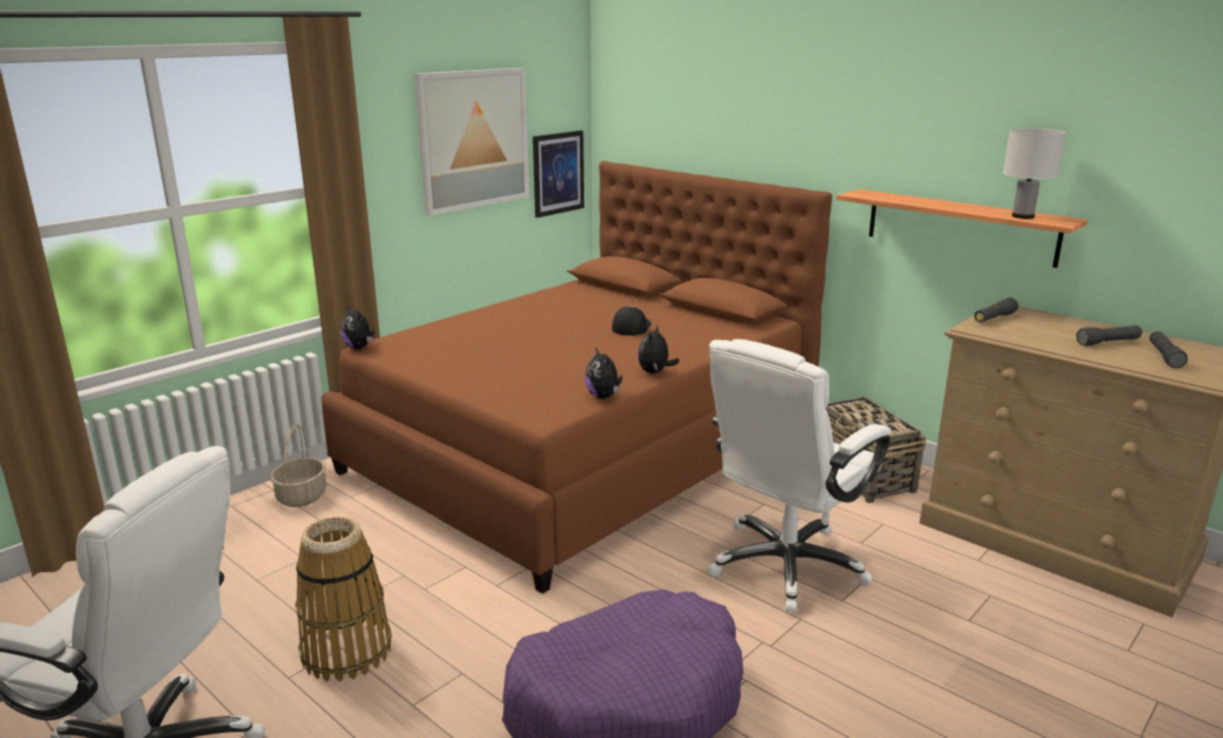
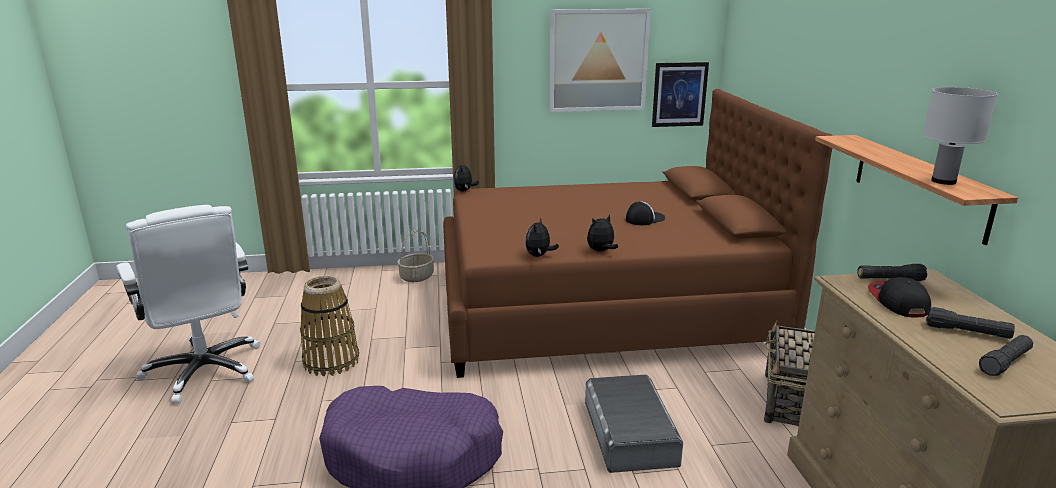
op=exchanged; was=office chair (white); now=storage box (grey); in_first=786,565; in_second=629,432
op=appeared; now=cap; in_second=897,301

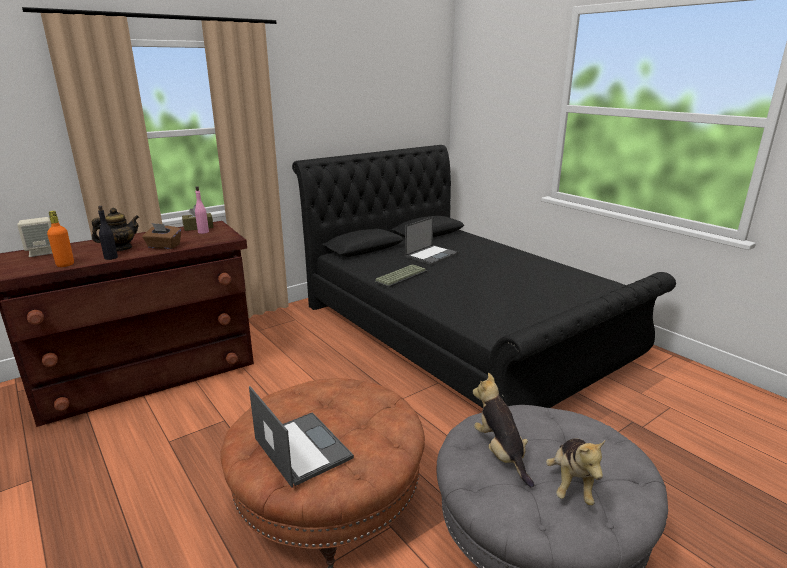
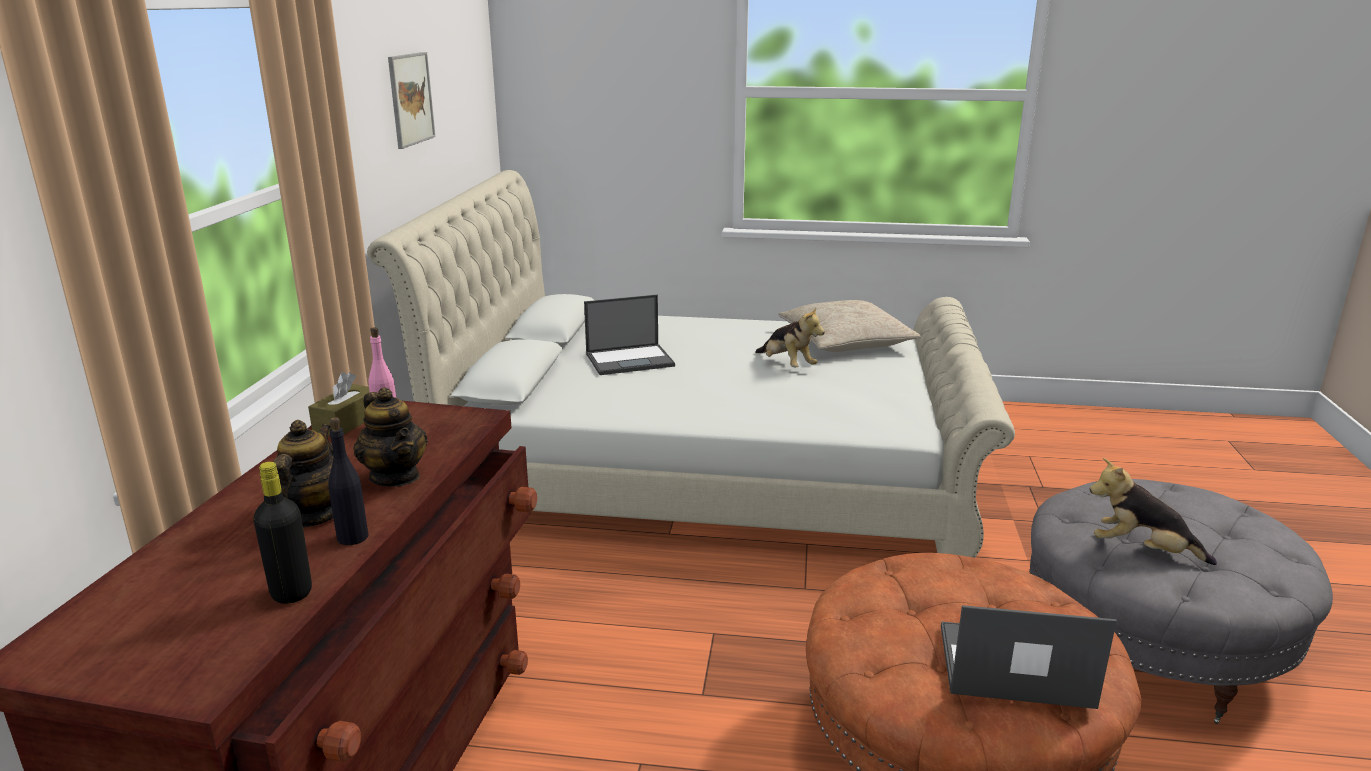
op=colour; was=bed (black); now=bed (beige); in_first=461,327; in_second=709,462
op=colour; was=bottle (orange); now=bottle (black); in_first=65,264; in_second=291,593
op=missing; was=speaker (beige); in_first=42,252
op=spun; was=laptop; in_first=432,255; in_second=630,360; clockwise=75
op=exchanged; was=tissue box (brown); now=teapot; in_first=164,246; in_second=395,476
op=missing; was=keyboard; in_first=401,276
op=relocated; was=plush toy; in_first=571,484; in_second=787,365
op=appeared; now=picture; in_second=411,99
op=appeared; now=pillow (beige); in_second=846,341

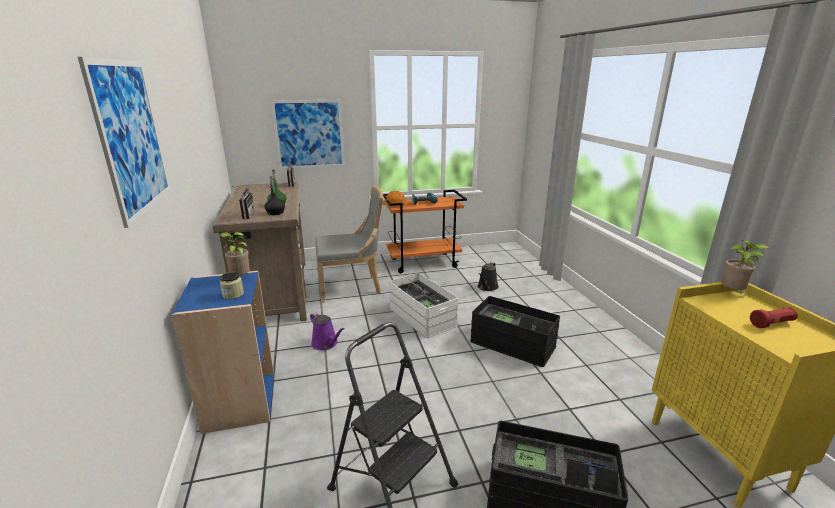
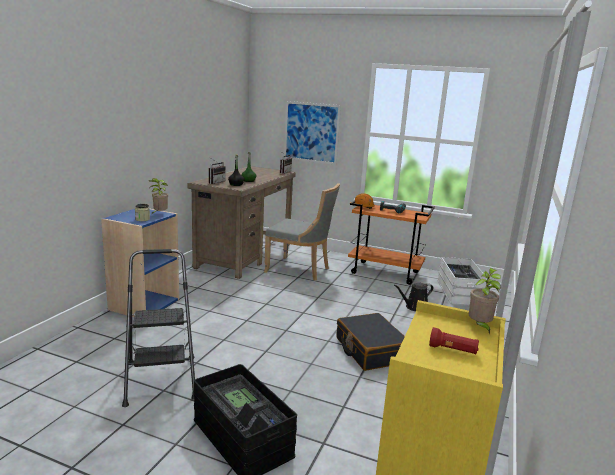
op=missing; was=picture; in_first=131,137
op=relocated; was=storage box (white); in_first=421,316; in_second=458,292
op=exchanged; was=storage box (black); now=suitcase (black); in_first=513,343; in_second=370,350
op=missing; was=watering can (purple); in_first=326,344

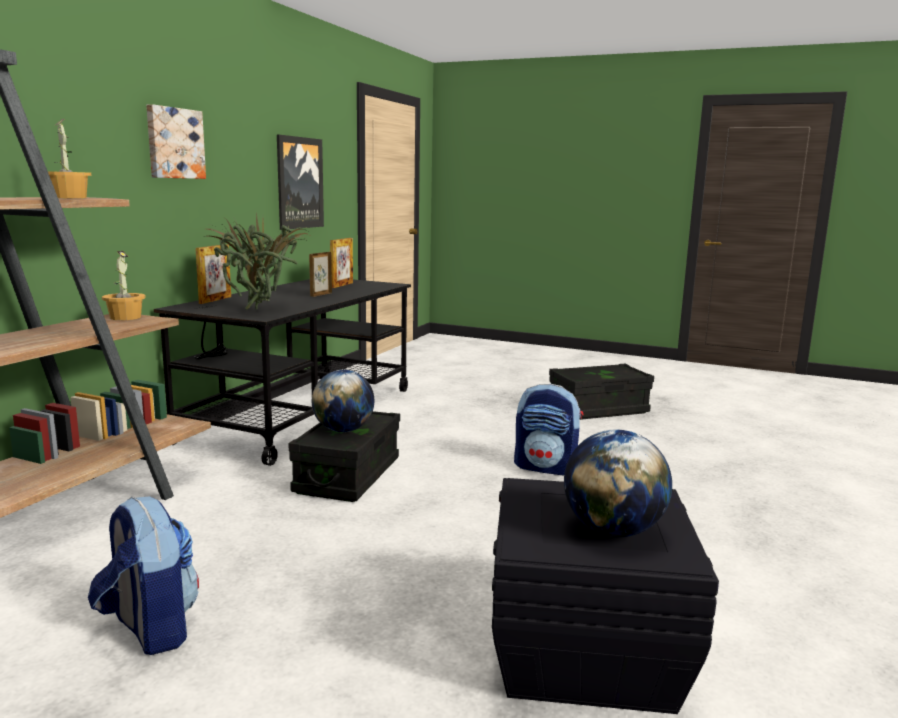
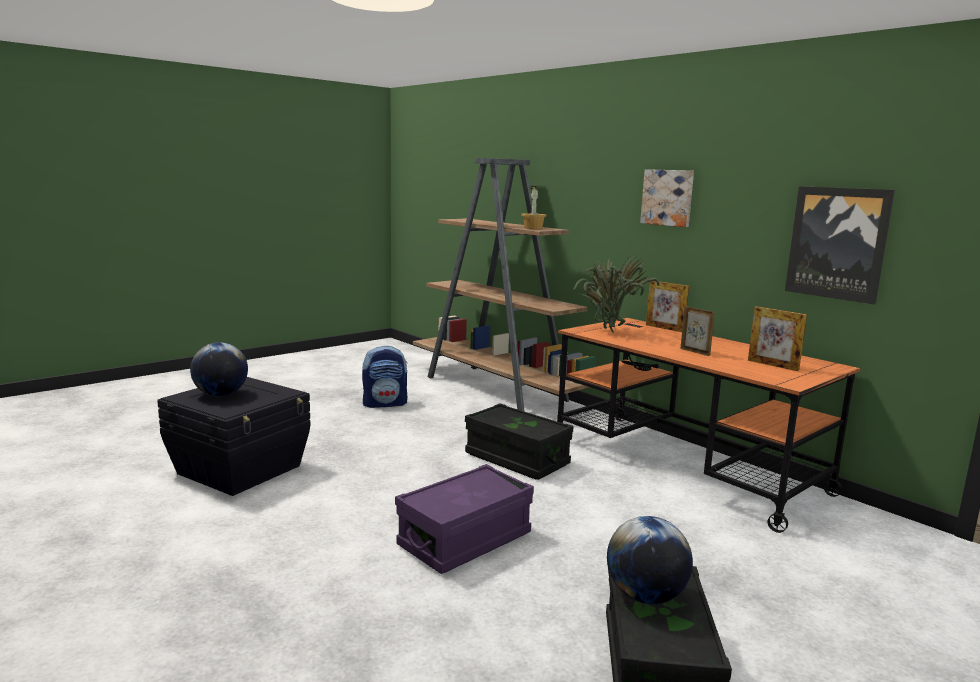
op=missing; was=potted plant; in_first=125,317
op=colour; was=desk (black); now=desk (orange); in_first=301,414; in_second=684,465
op=relocated; was=globe; in_first=343,430; in_second=645,596
op=exchanged; was=backpack; now=storage box (purple); in_first=547,468; in_second=464,540

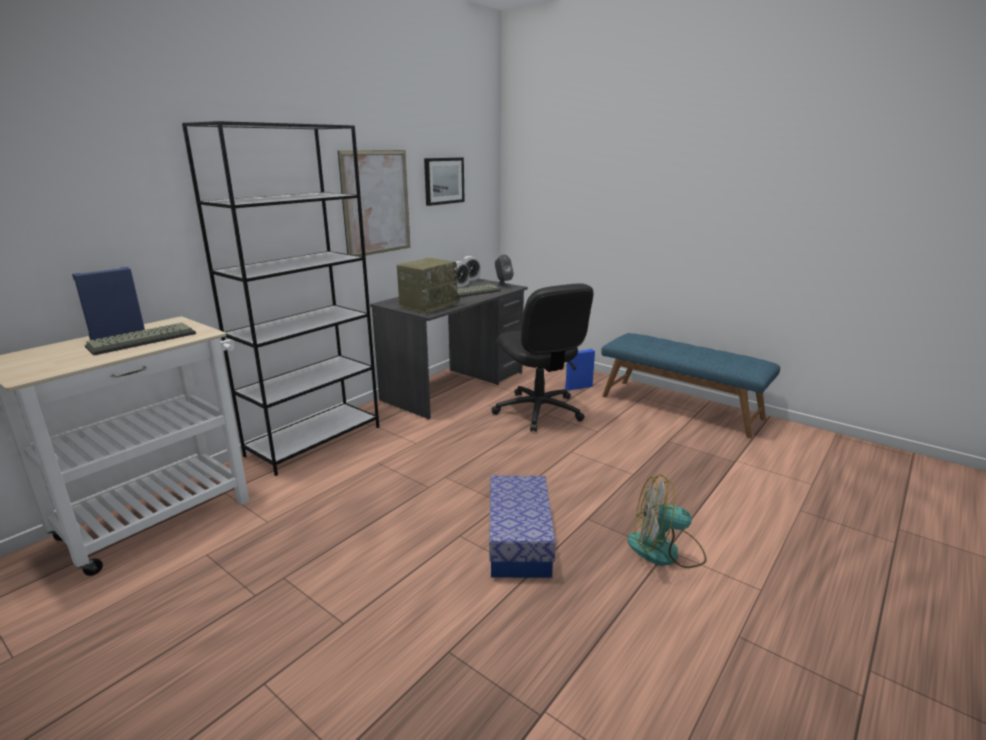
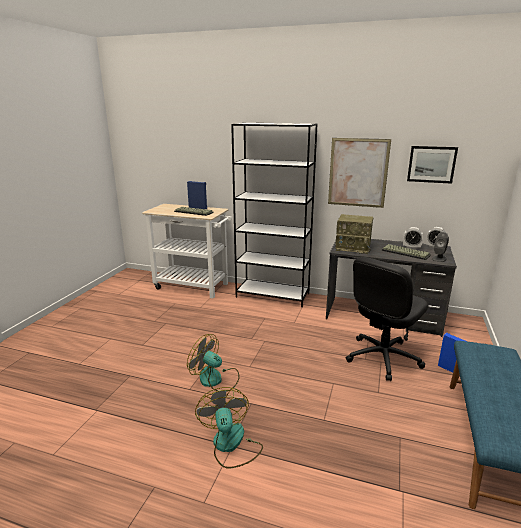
op=exchanged; was=storage box; now=fan; in_first=519,541; in_second=216,380

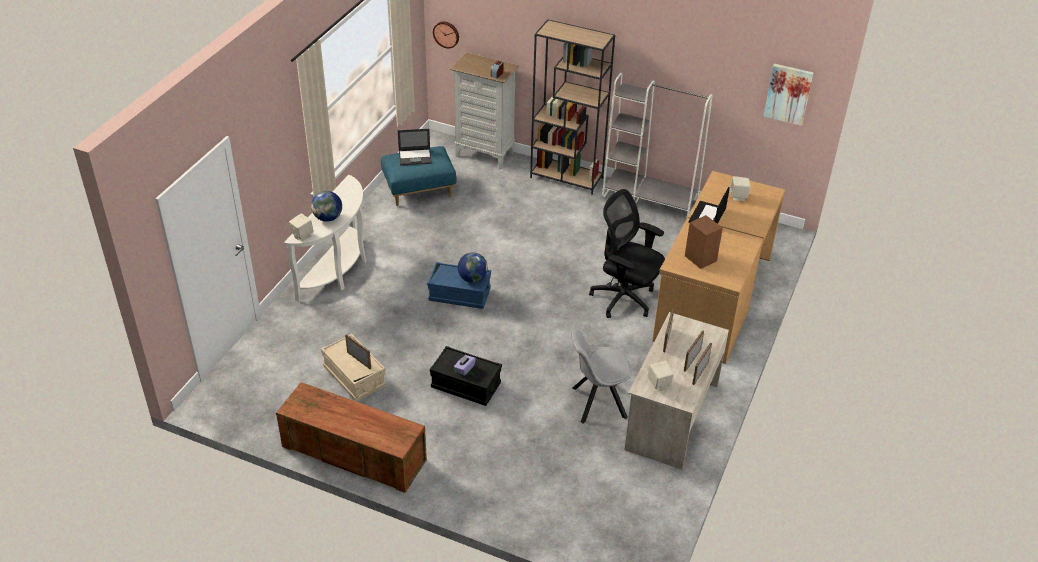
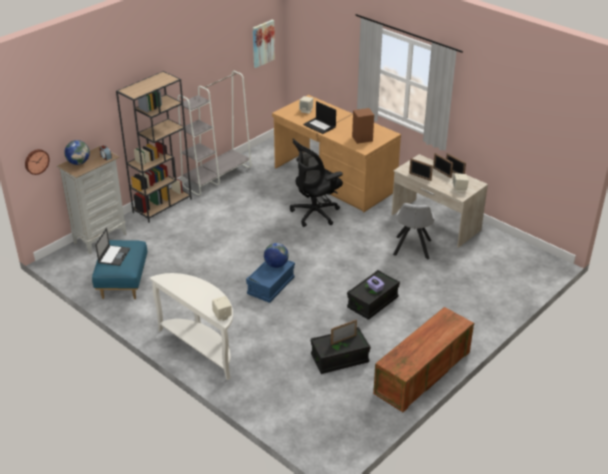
op=relocated; was=globe; in_first=328,218; in_second=79,162
op=colour; was=storage box (beige); now=storage box (black); in_first=354,377; in_second=339,359

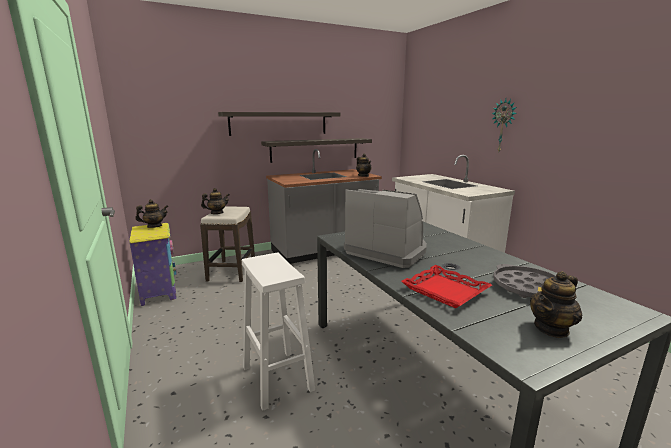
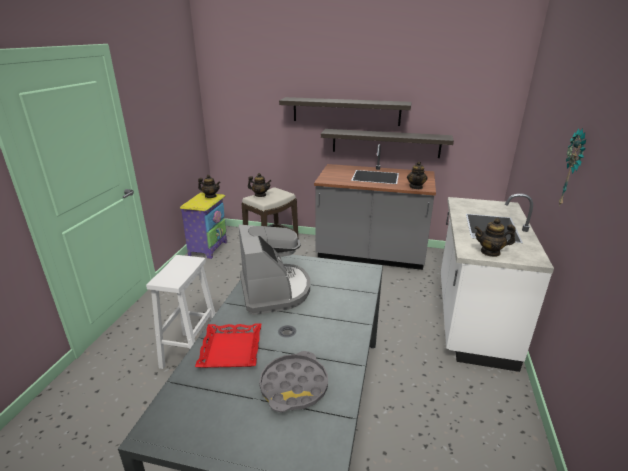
op=relocated; was=teapot; in_first=551,328; in_second=490,252

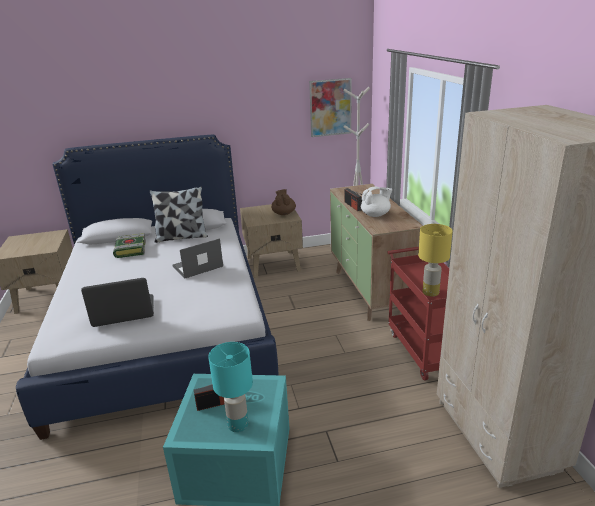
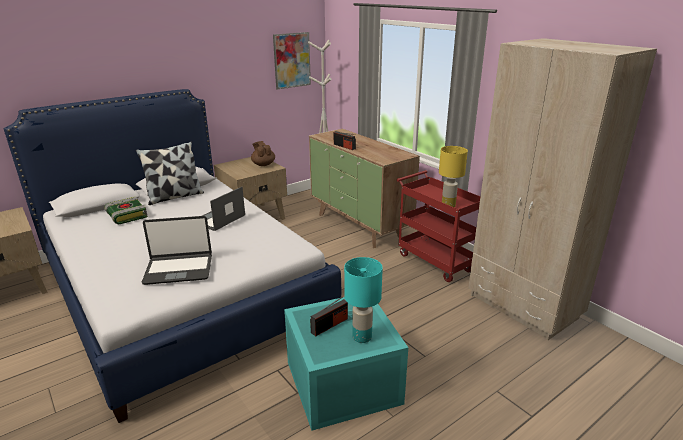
op=missing; was=teapot (white); in_first=375,215
op=spun; was=laptop; in_first=124,312; in_second=179,269; clockwise=-150

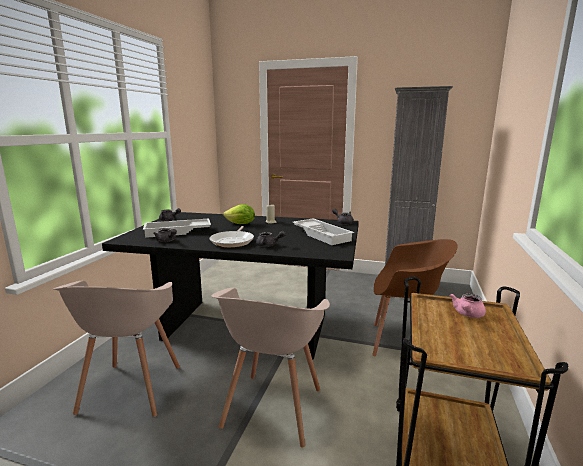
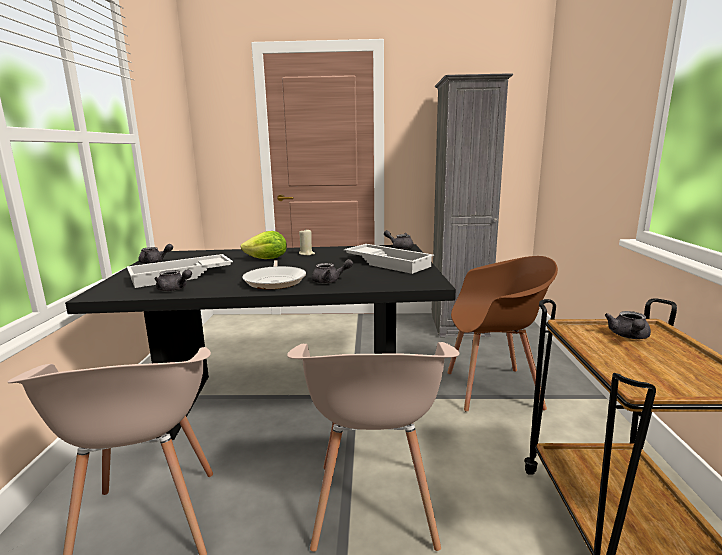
op=colour; was=teapot (pink); now=teapot (grey); in_first=467,314; in_second=629,336

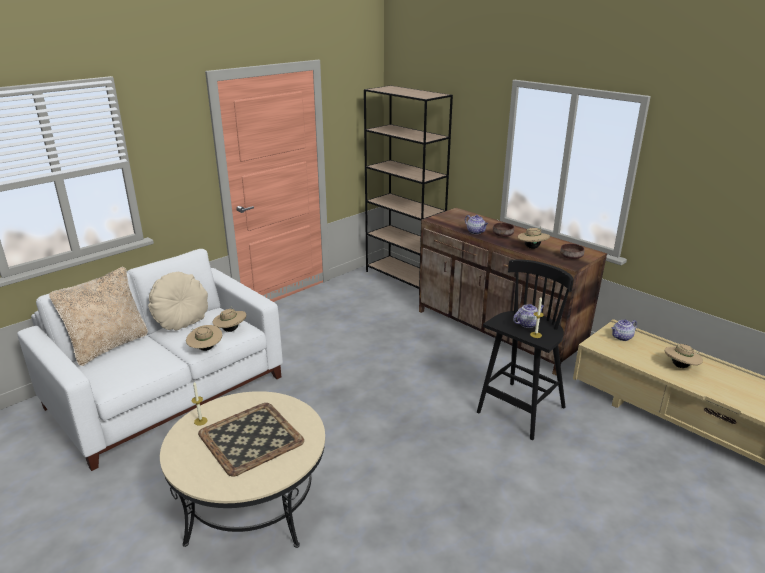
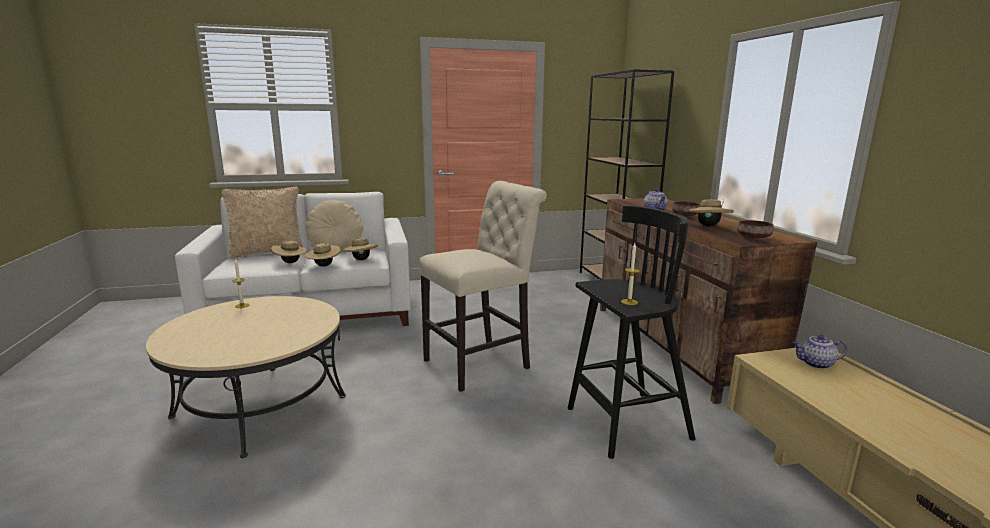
op=missing; was=teapot; in_first=527,324
op=relocated; was=hat (beige); in_first=680,366; in_second=290,263
op=missing; was=tray; in_first=252,438
op=appeared; now=stool (beige); in_second=482,363

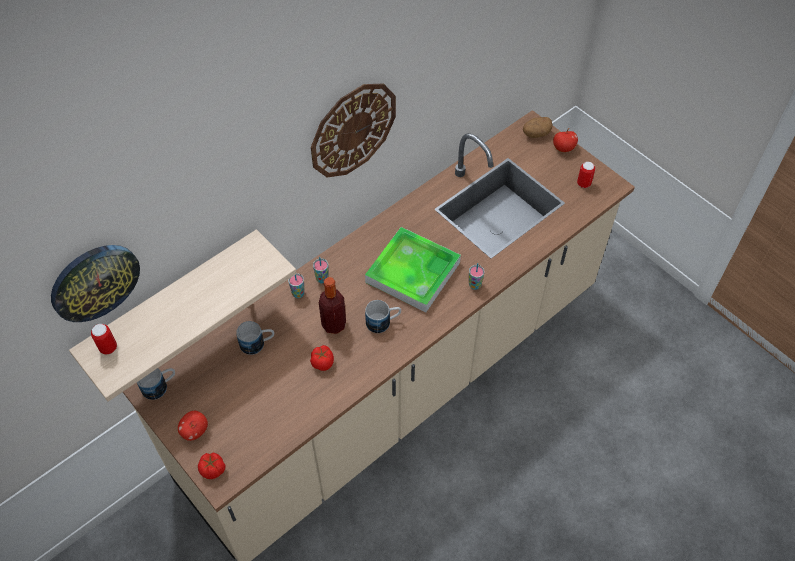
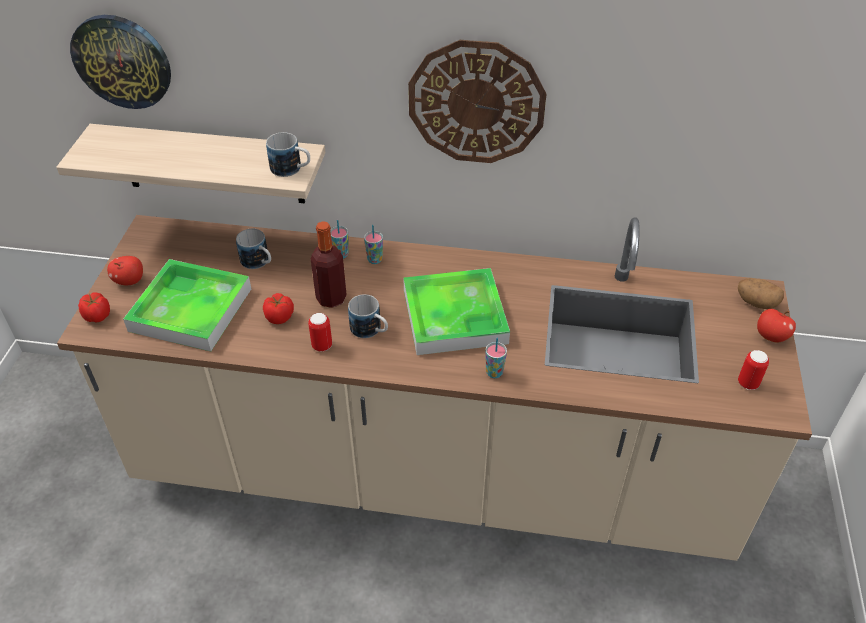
op=relocated; was=can; in_first=108,348; in_second=322,346
op=relocated; was=mug; in_first=160,386; in_second=292,170
op=appeared; now=tray; in_second=191,309

